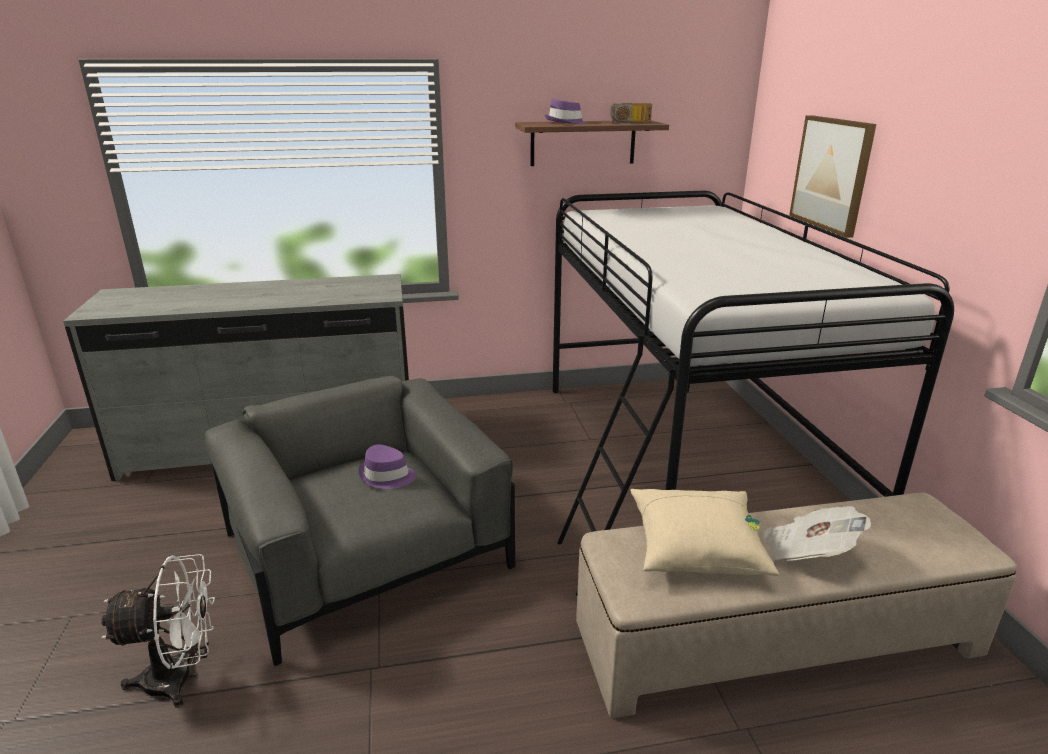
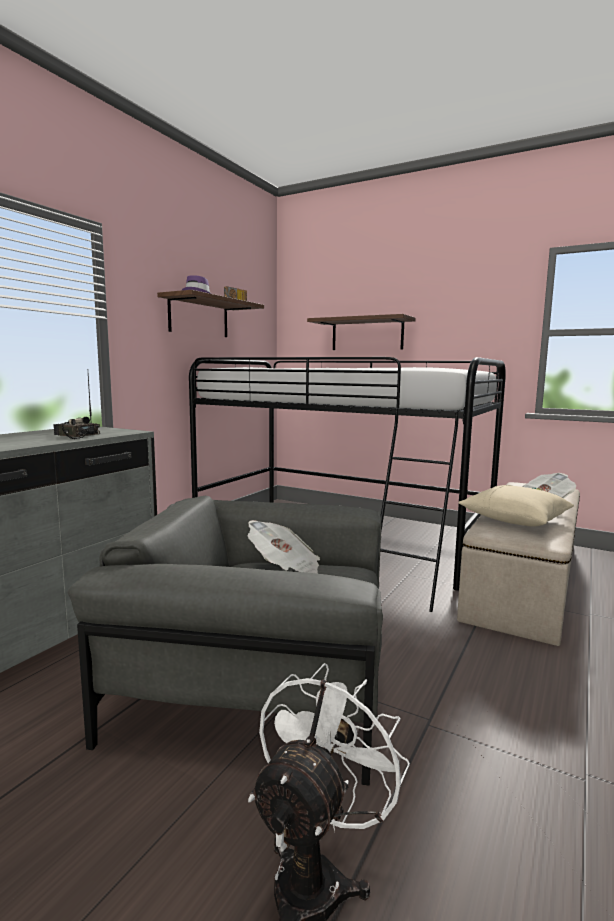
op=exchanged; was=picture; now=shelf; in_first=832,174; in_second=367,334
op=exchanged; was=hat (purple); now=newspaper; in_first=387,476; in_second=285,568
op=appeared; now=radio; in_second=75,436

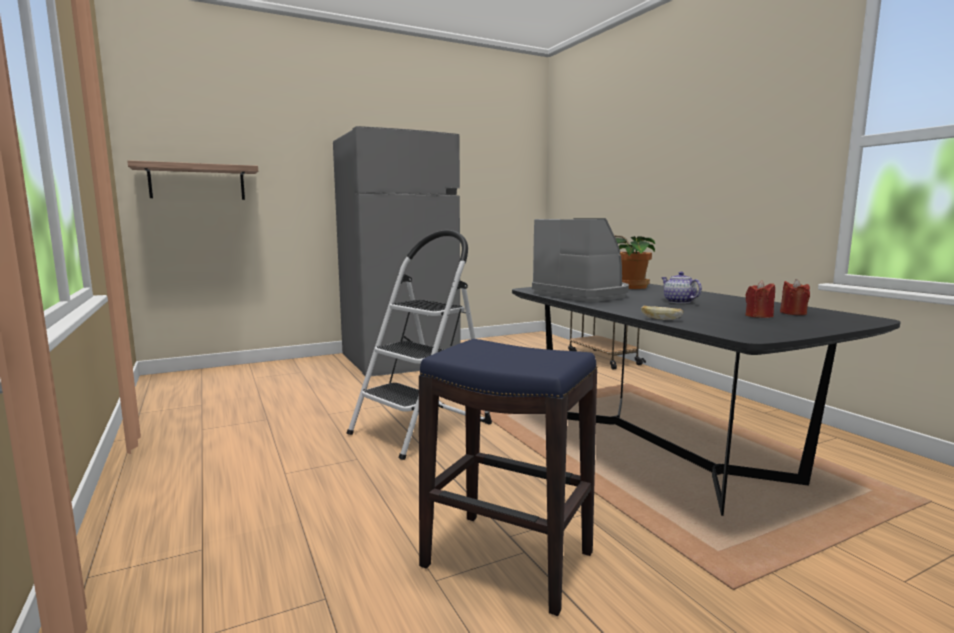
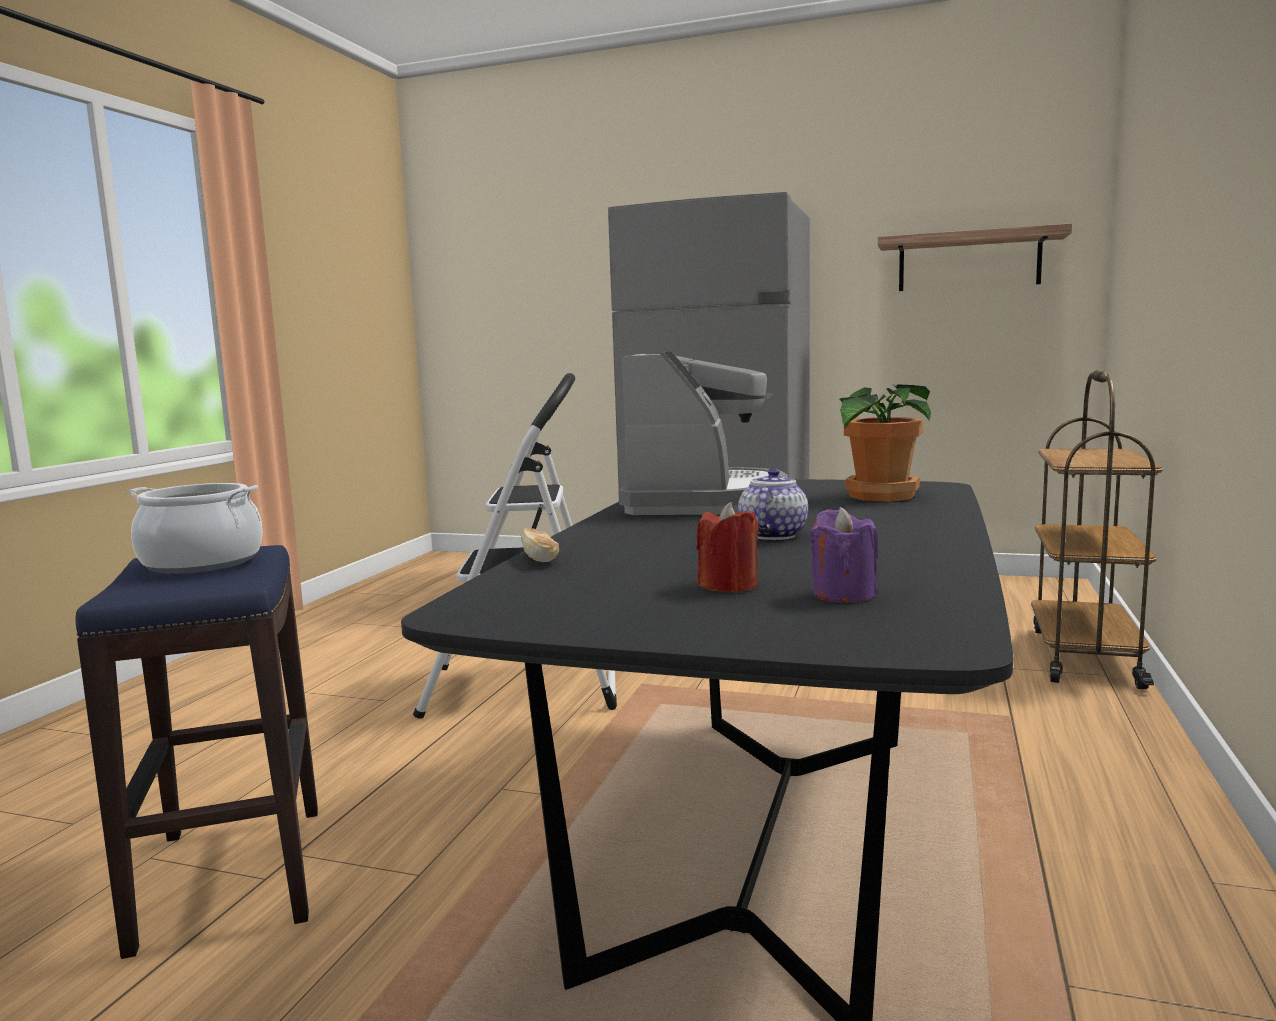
op=relocated; was=shelf; in_first=197,182; in_second=969,262
op=colour; was=candle (red); now=candle (purple); in_first=793,313; in_second=843,594
op=appeared; now=cooking pot; in_second=202,562

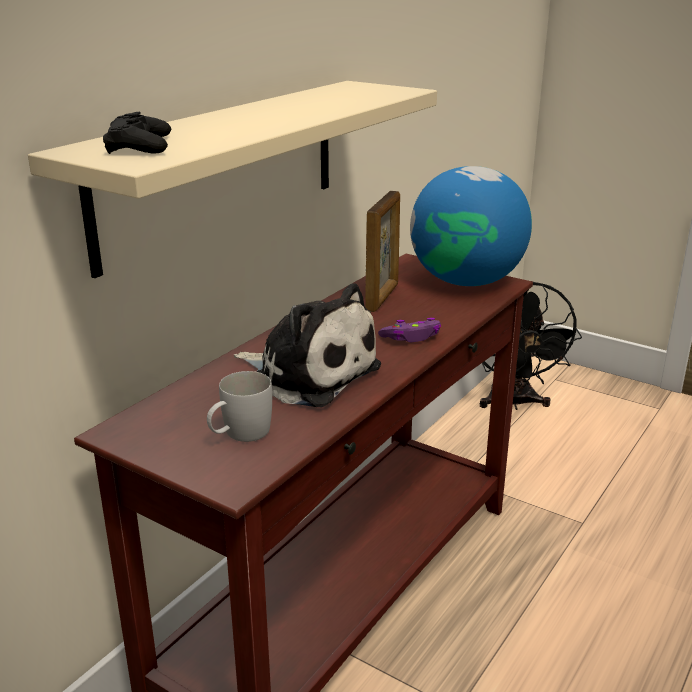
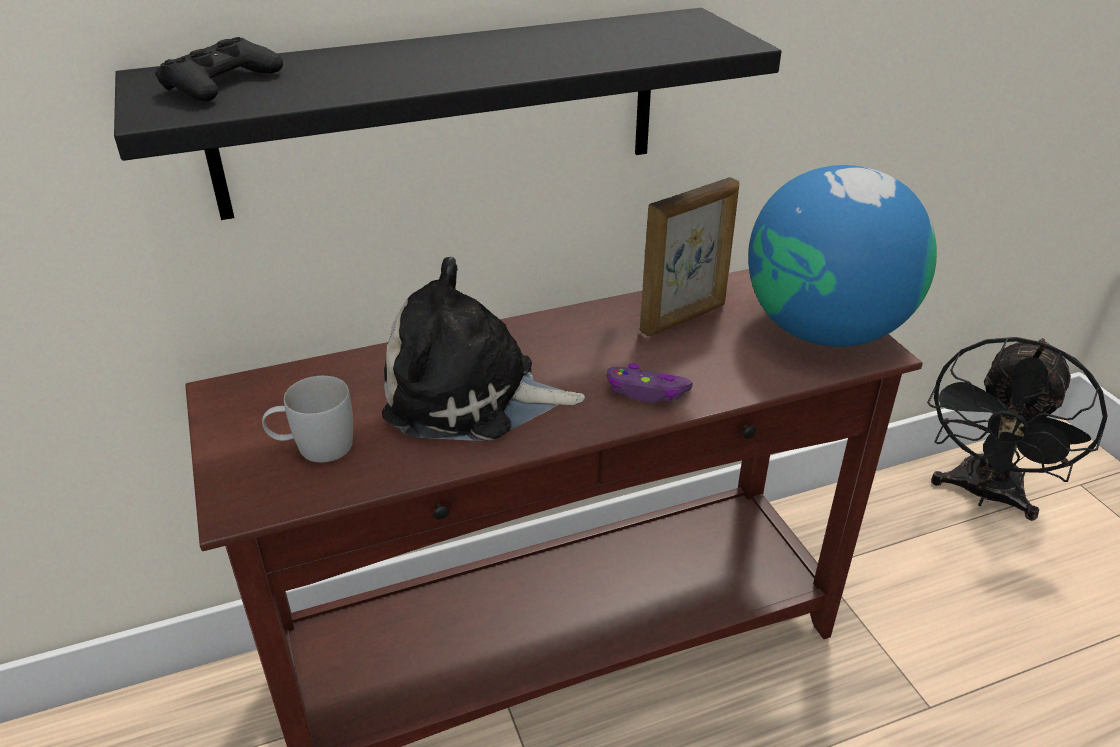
op=colour; was=shelf (beige); now=shelf (black); in_first=223,169; in_second=441,112
op=spun; was=plush toy; in_first=308,373; in_second=471,396; clockwise=120

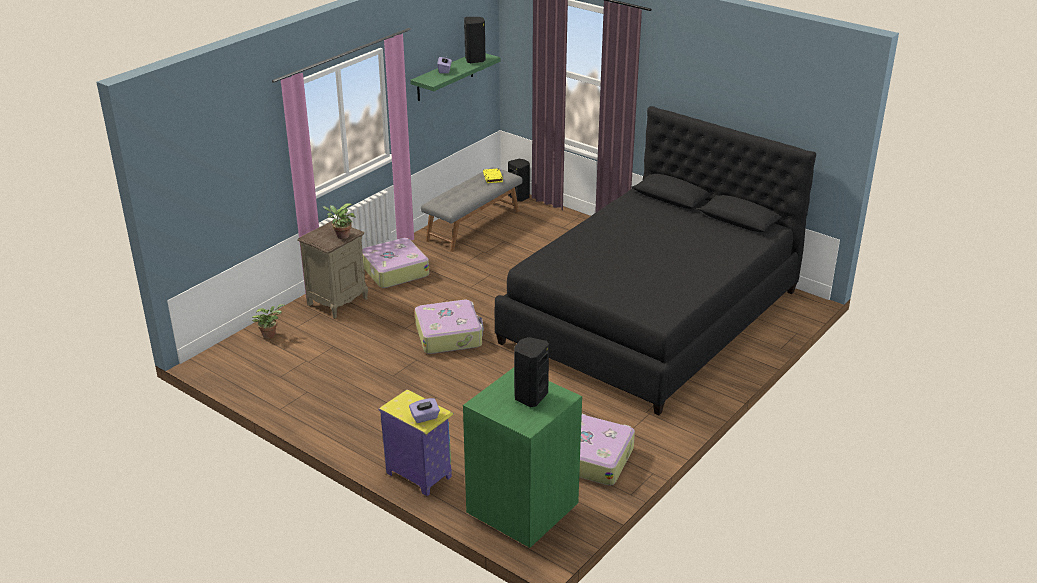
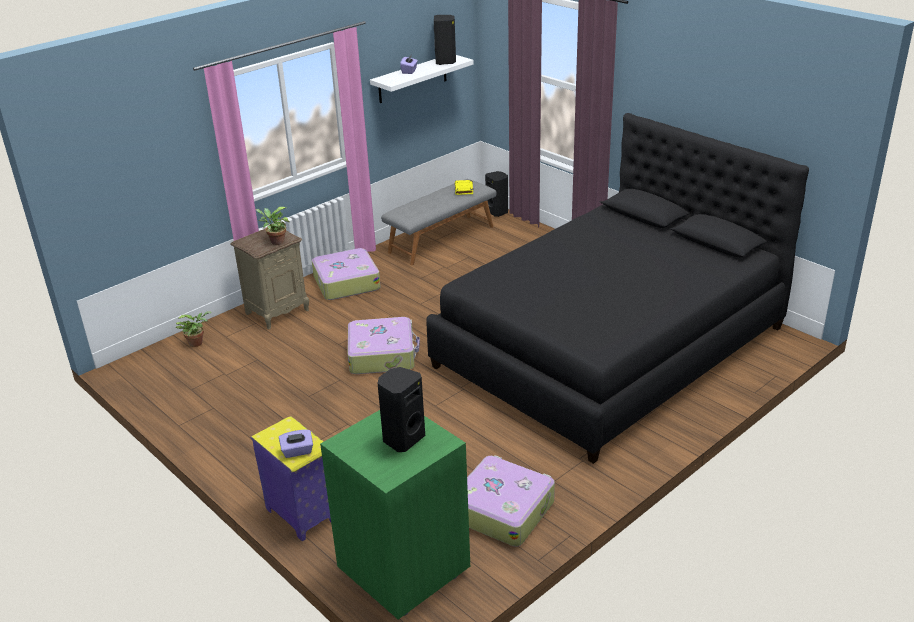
op=colour; was=shelf (green); now=shelf (white); in_first=445,76; in_second=412,78

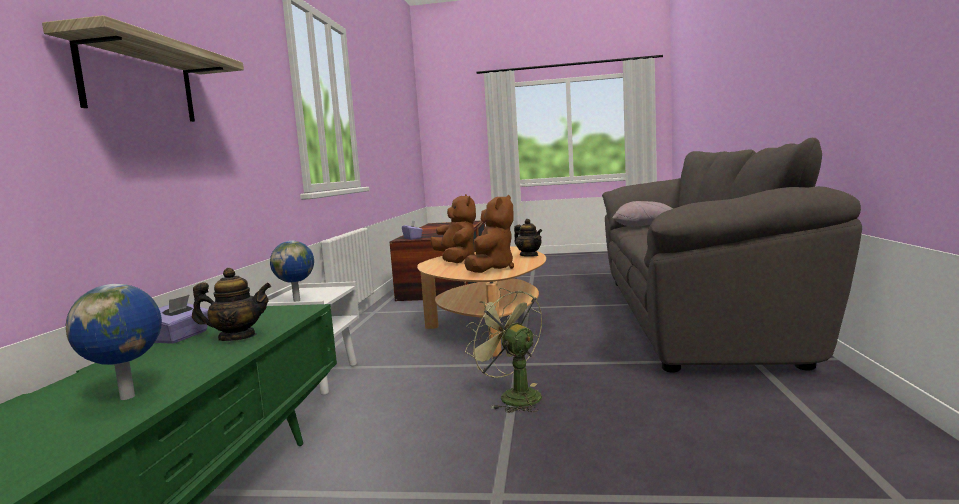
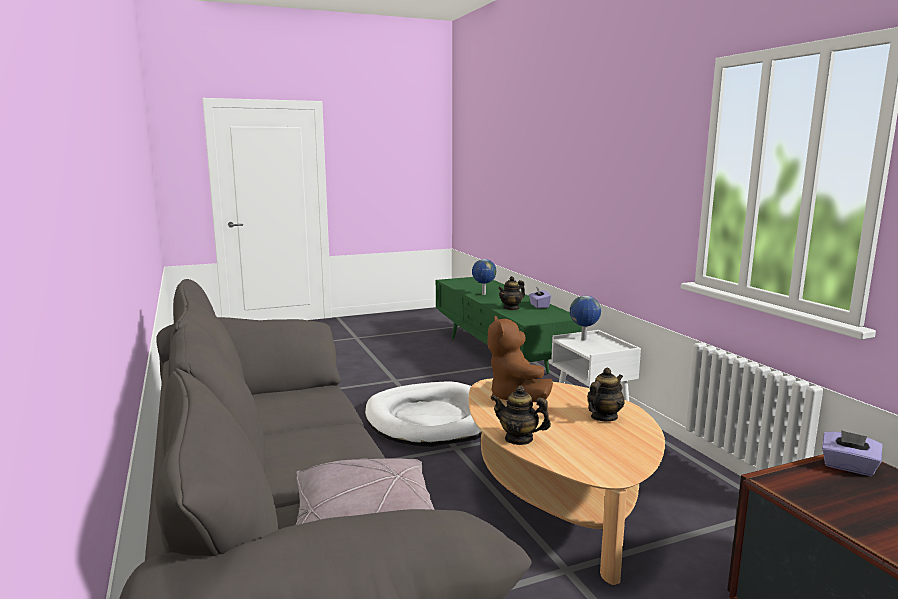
op=missing; was=shelf; in_first=139,82
op=exchanged; was=plush toy (brown); now=teapot; in_first=456,260; in_second=603,417
op=exchanged; was=fan (green); now=dog bed (white); in_first=512,396; in_second=430,419

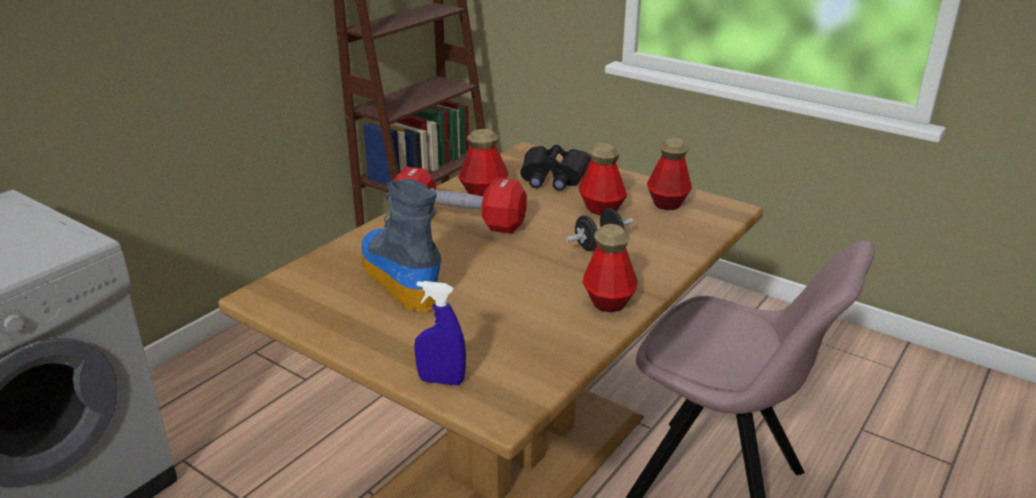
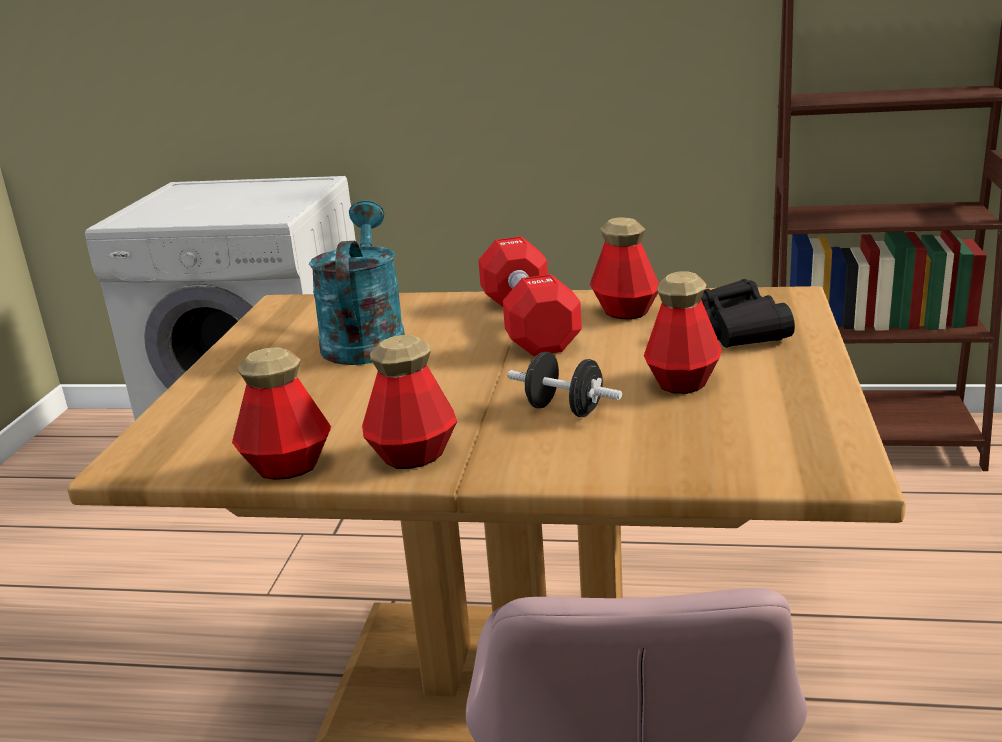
op=relocated; was=bottle; in_first=667,203; in_second=287,466
op=exchanged; was=boot; now=watering can (turquoise); in_first=398,278; in_second=365,339
op=missing; was=spray bottle (blue); in_first=441,381

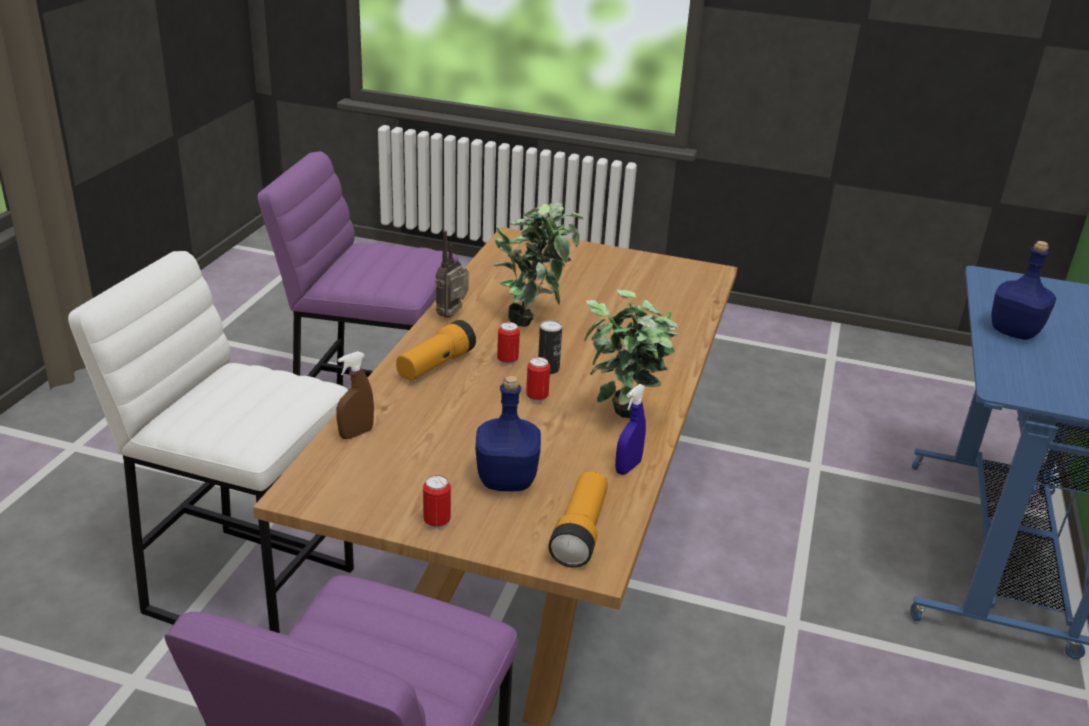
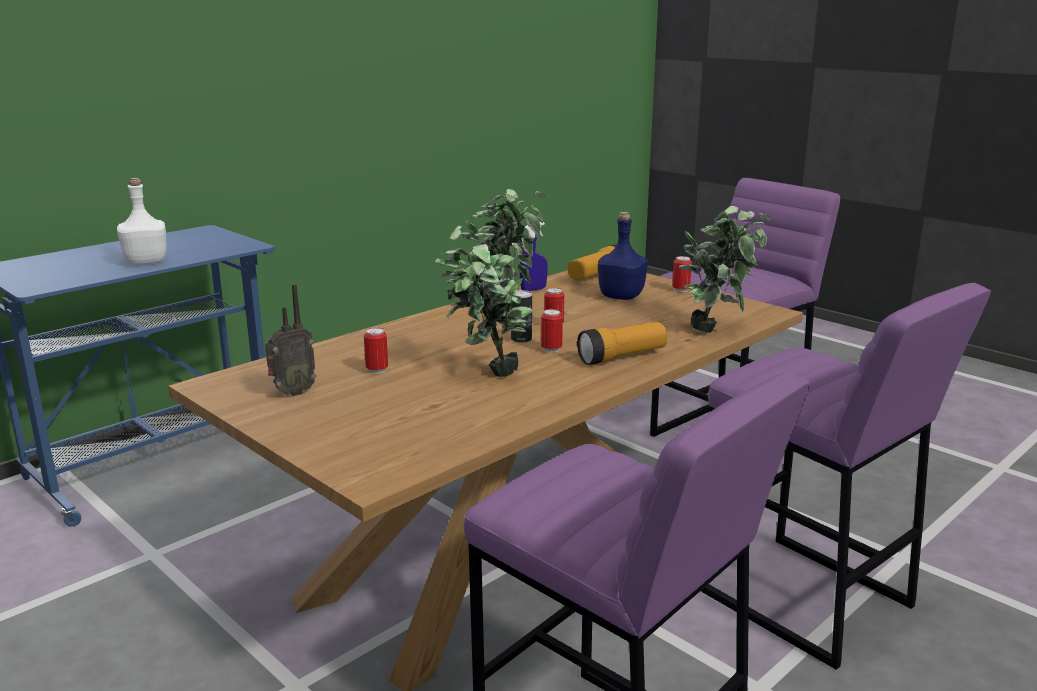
op=relocated; was=radio; in_first=453,316; in_second=291,392
op=colour; was=bottle (blue); now=bottle (white); in_first=1013,331; in_second=146,262
op=colour; was=stool (white); now=stool (purple); in_first=246,588; in_second=809,600
op=exchanged; was=spray bottle (brown); now=potted plant; in_first=356,433; in_second=718,330
op=appeared; now=can; in_second=377,370

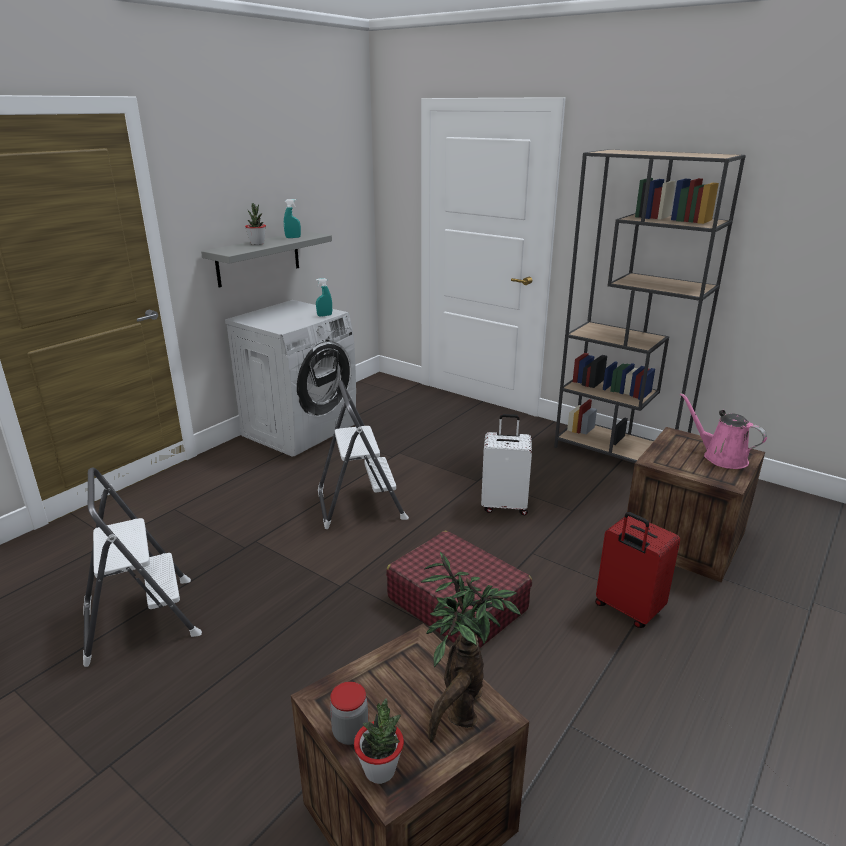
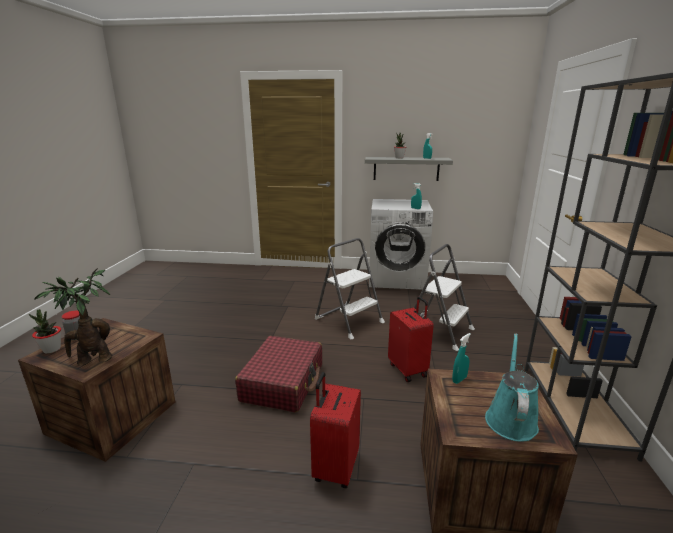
op=colour; was=watering can (pink); now=watering can (turquoise); in_first=721,457; in_second=510,418
op=colour; was=suitcase (white); now=suitcase (red); in_first=504,505; in_second=408,369
op=relocated; was=step ladder (white); in_first=135,620; in_second=436,329
op=appeared; now=spray bottle (turquoise); in_second=459,379

